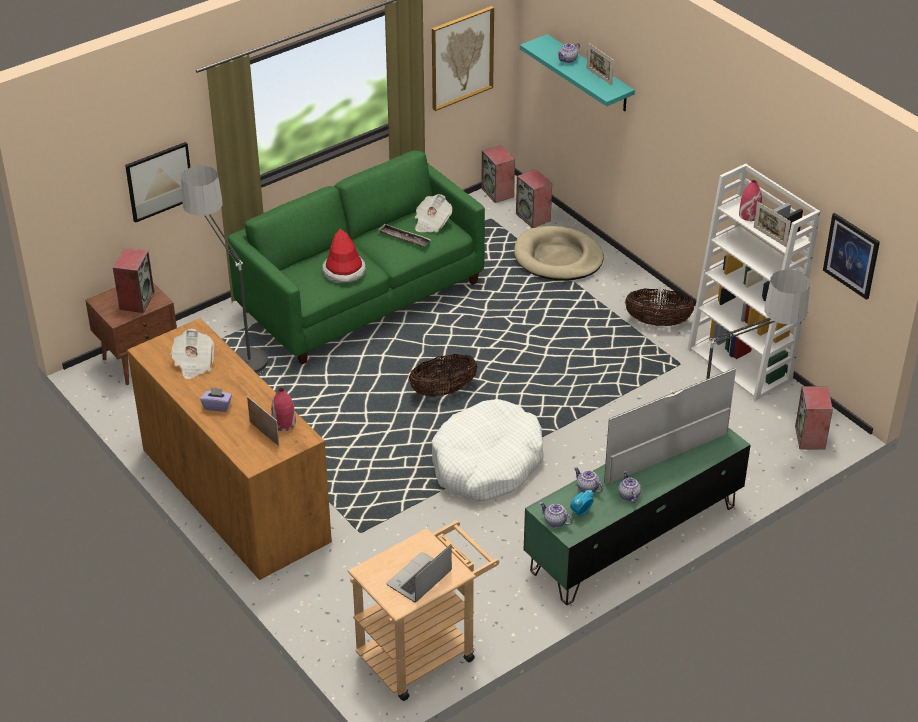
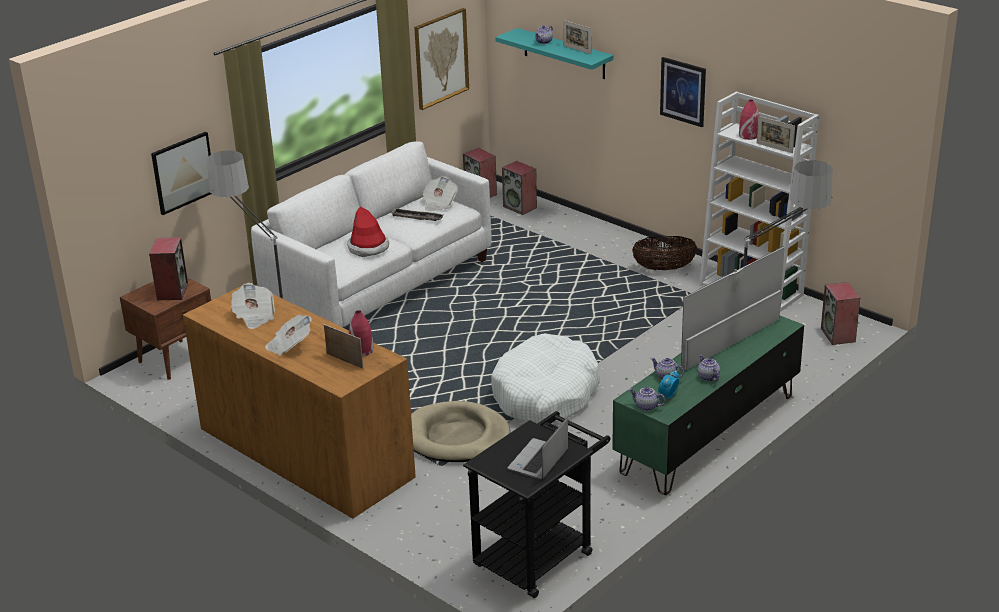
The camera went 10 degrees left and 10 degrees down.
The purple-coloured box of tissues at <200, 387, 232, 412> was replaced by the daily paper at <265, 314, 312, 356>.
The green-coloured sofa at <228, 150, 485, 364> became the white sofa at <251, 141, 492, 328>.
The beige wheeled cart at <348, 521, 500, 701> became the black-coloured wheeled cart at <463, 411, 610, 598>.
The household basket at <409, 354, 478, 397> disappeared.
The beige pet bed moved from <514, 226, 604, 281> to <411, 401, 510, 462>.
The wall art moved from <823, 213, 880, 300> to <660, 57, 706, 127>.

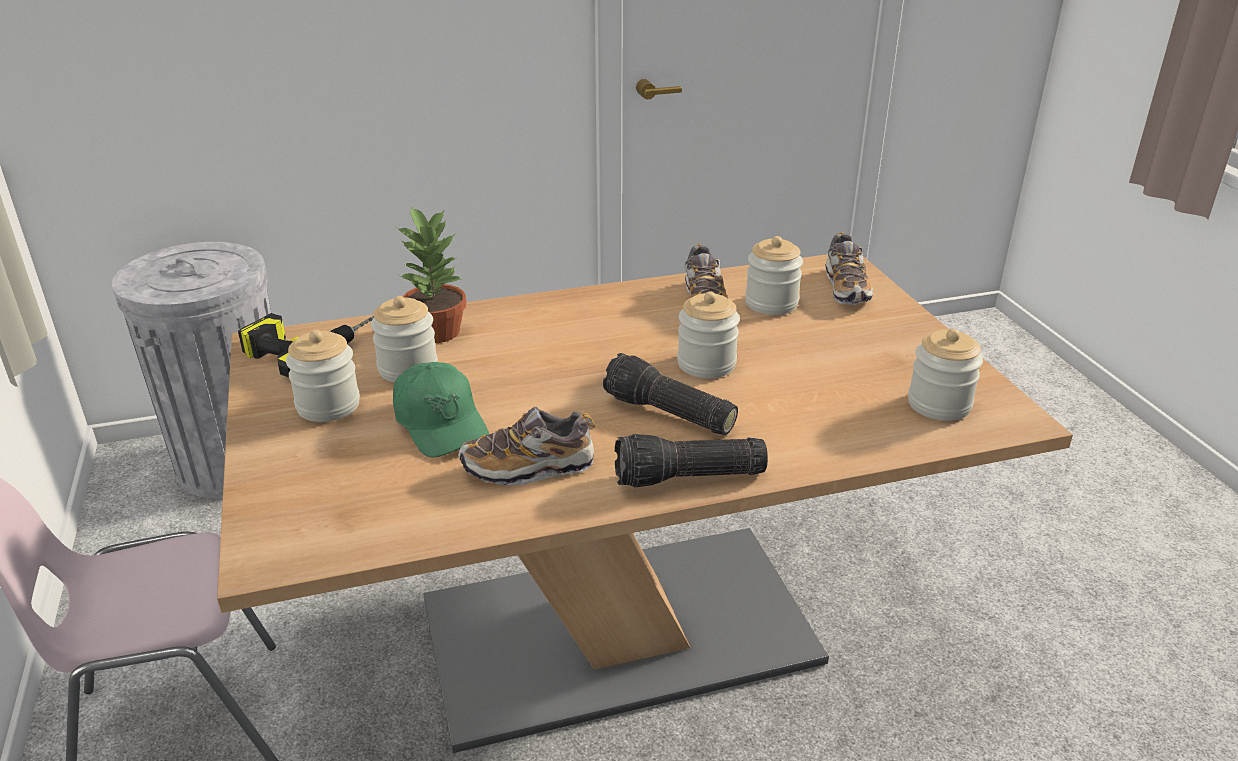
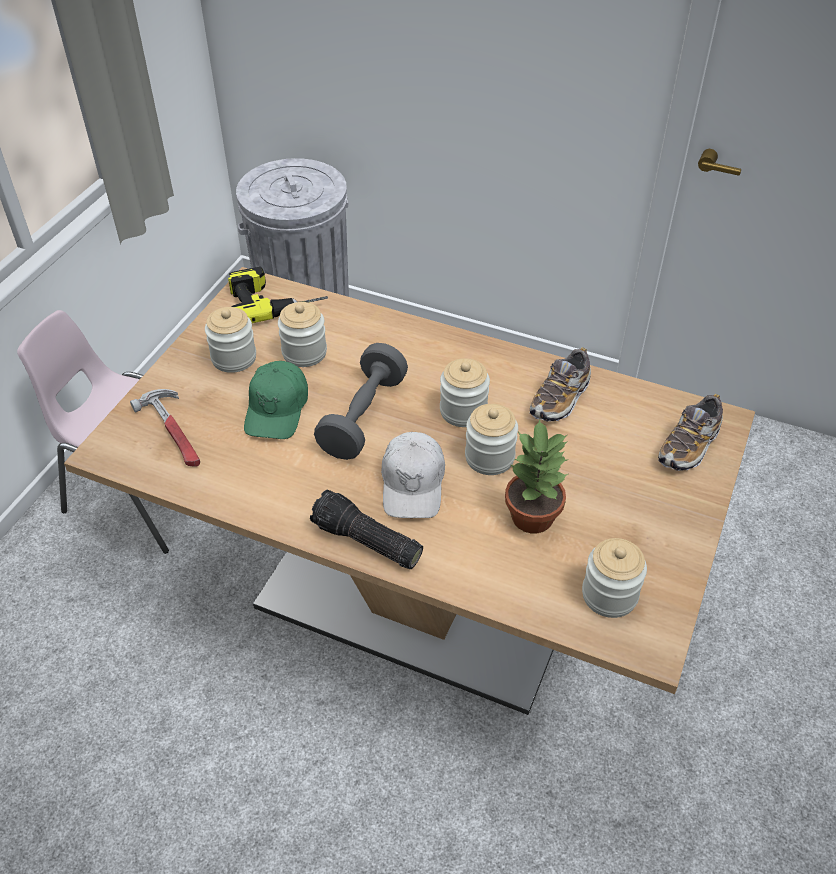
The camera went 40 degrees right and 15 degrees up.
The houseplant moved from <396, 206, 466, 343> to <505, 418, 568, 533>.
The item of footwear at <458, 407, 595, 486> disappeared.
The flashlight at <603, 353, 738, 435> was replaced by the white peaked cap at <381, 432, 445, 518>.
The storage jar moved from <745, 236, 803, 315> to <440, 358, 490, 427>.
The hand hammer at <130, 389, 200, 467> appeared.
The gray dumbbell at <314, 343, 408, 460> appeared.

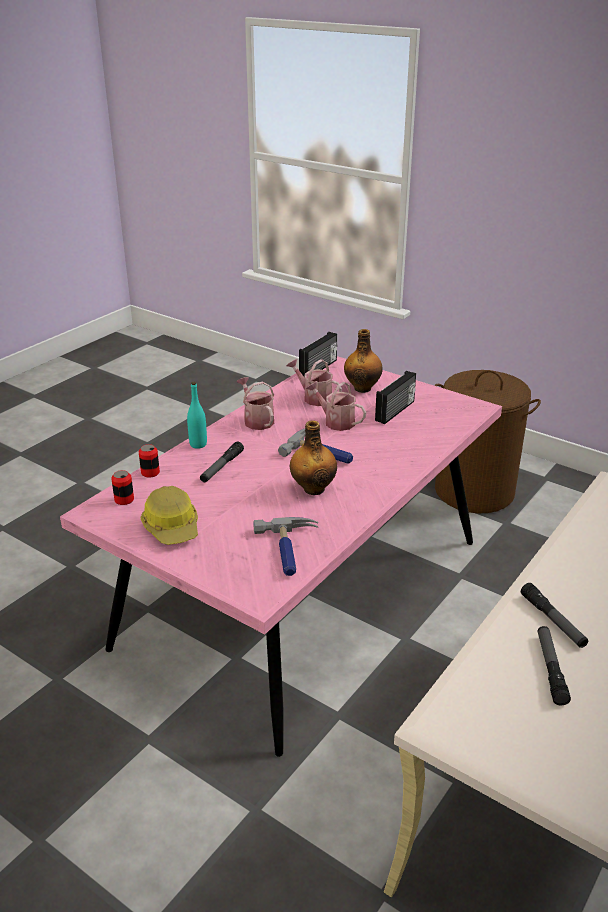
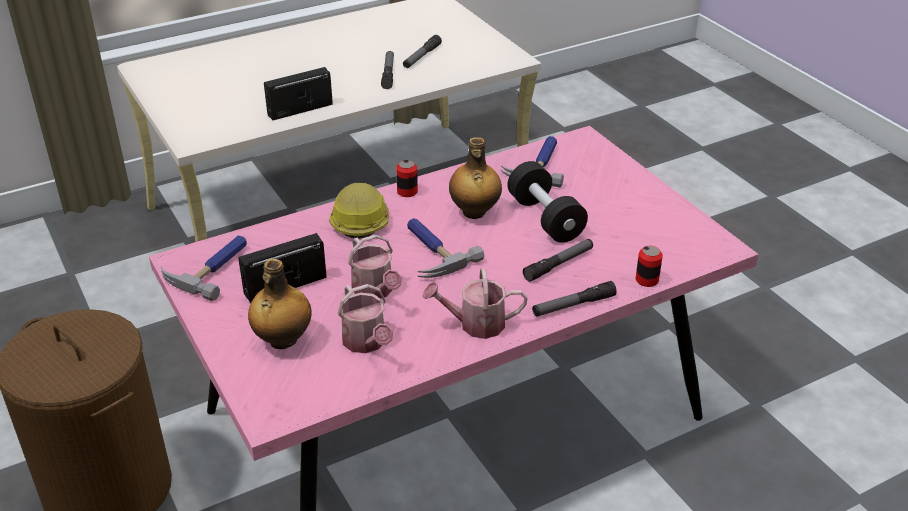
The camera went 155 degrees left and 5 degrees up.
The can moved from <111, 470, 134, 505> to <396, 160, 418, 197>.
The work helmet moved from <141, 486, 198, 545> to <329, 183, 389, 239>.
The turquoise-coloured beverage bottle at <187, 382, 207, 449> was replaced by the flashlight at <532, 281, 617, 317>.
The watering pot at <236, 377, 274, 430> turned 90 degrees clockwise.
The radio receiver moved from <299, 332, 337, 377> to <264, 67, 333, 120>.
The hand hammer at <161, 236, 247, 301> appeared.
The black-coloured dumbbell at <507, 161, 588, 243> appeared.

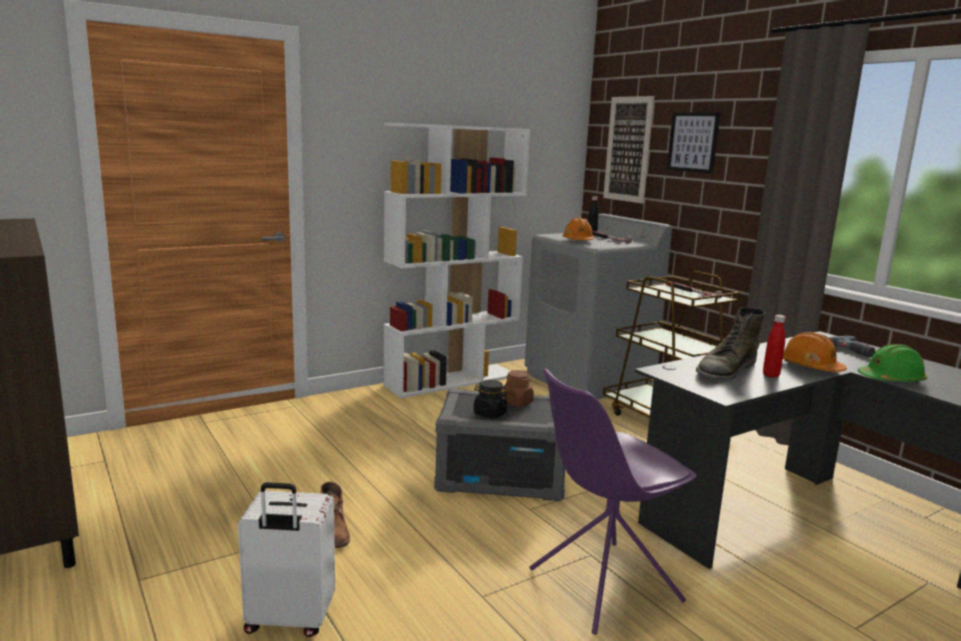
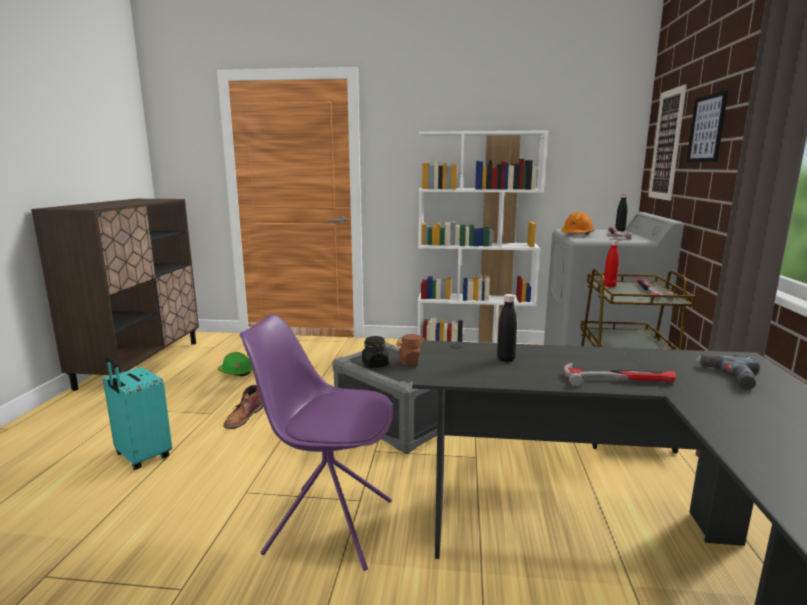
The camera went 40 degrees right and 0 degrees up.
The white piece of luggage at <238, 482, 335, 637> became the turquoise-coloured piece of luggage at <103, 357, 172, 470>.
The green-coloured boot at <696, 307, 765, 380> was replaced by the black-coloured beverage bottle at <497, 294, 517, 362>.
The red beverage bottle moved from <763, 315, 786, 378> to <604, 240, 619, 287>.
The orange work helmet at <783, 332, 847, 372> was replaced by the hand hammer at <564, 363, 676, 387>.
The green-coloured work helmet moved from <858, 344, 928, 383> to <218, 352, 253, 377>.

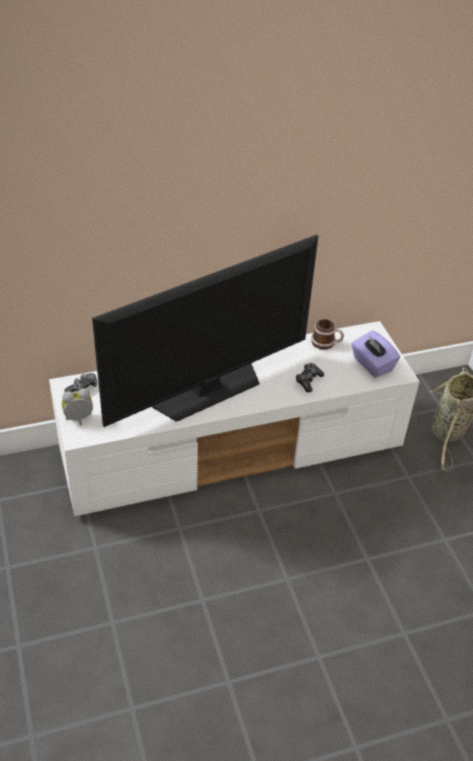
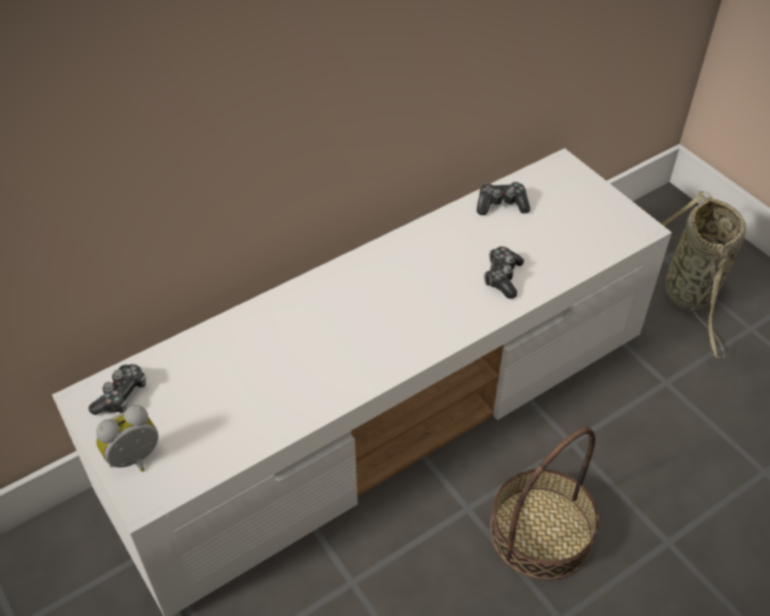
The camera went 15 degrees left and 5 degrees up.
The TV set at <92, 235, 318, 427> disappeared.
The tea mug at <311, 319, 344, 350> was replaced by the gamepad at <477, 182, 530, 215>.
The purple-coloured box of tissues at <351, 331, 400, 378> disappeared.
The household basket at <490, 427, 599, 580> appeared.

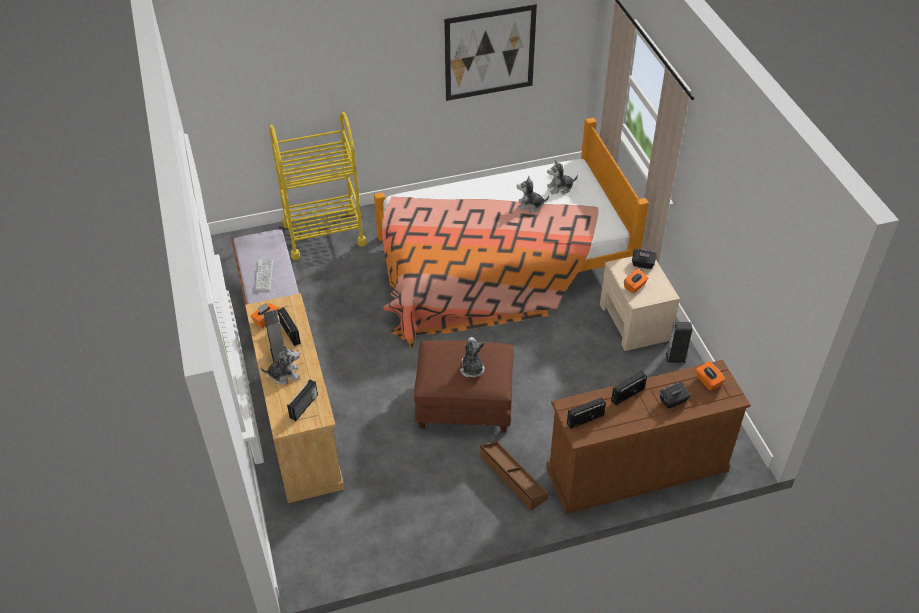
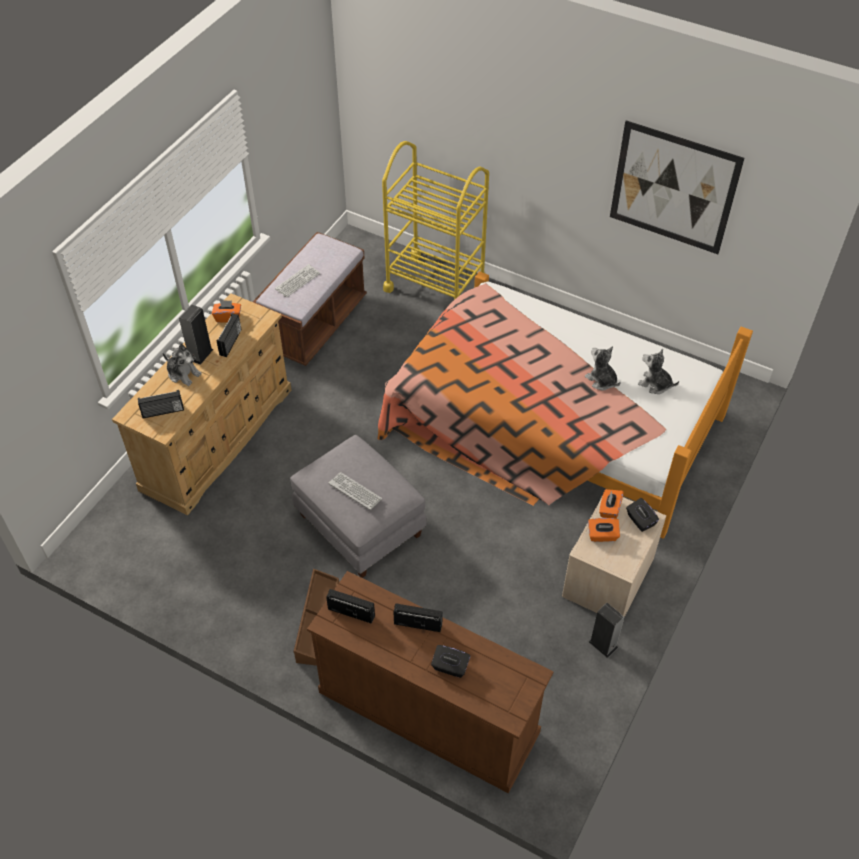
The camera went 45 degrees right and 5 degrees up.
The brown footrest at <414, 340, 513, 433> became the gray footrest at <290, 435, 427, 578>.
The cuddly toy at <460, 337, 485, 378> was replaced by the computer keyboard at <329, 472, 382, 510>.
The orange box of tissues moved from <696, 361, 725, 391> to <599, 489, 623, 519>.

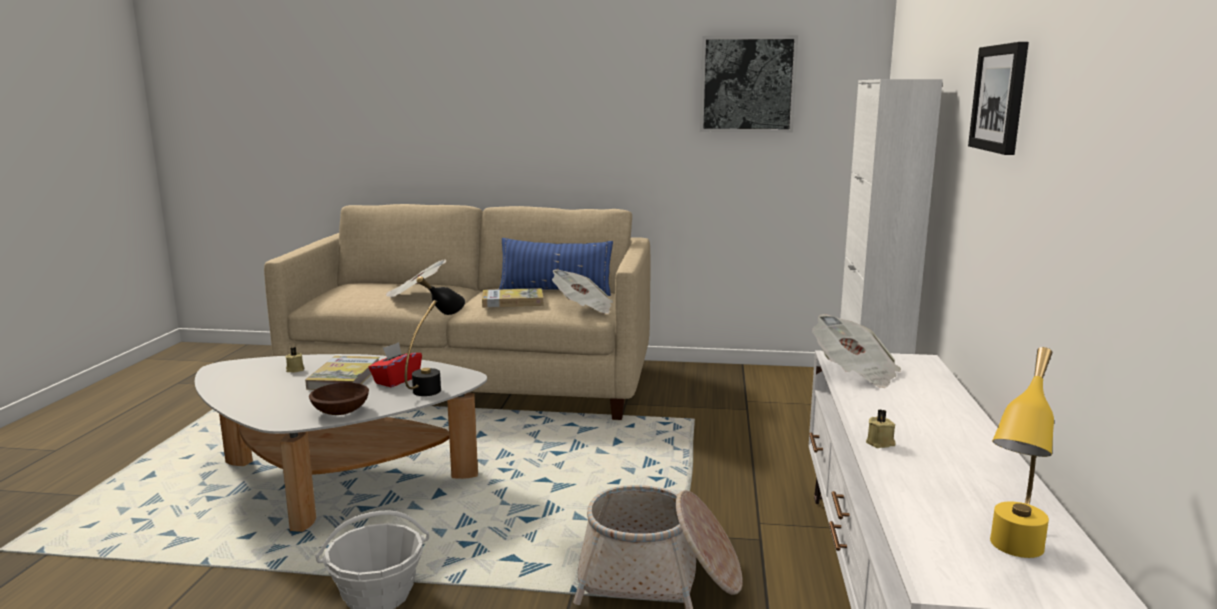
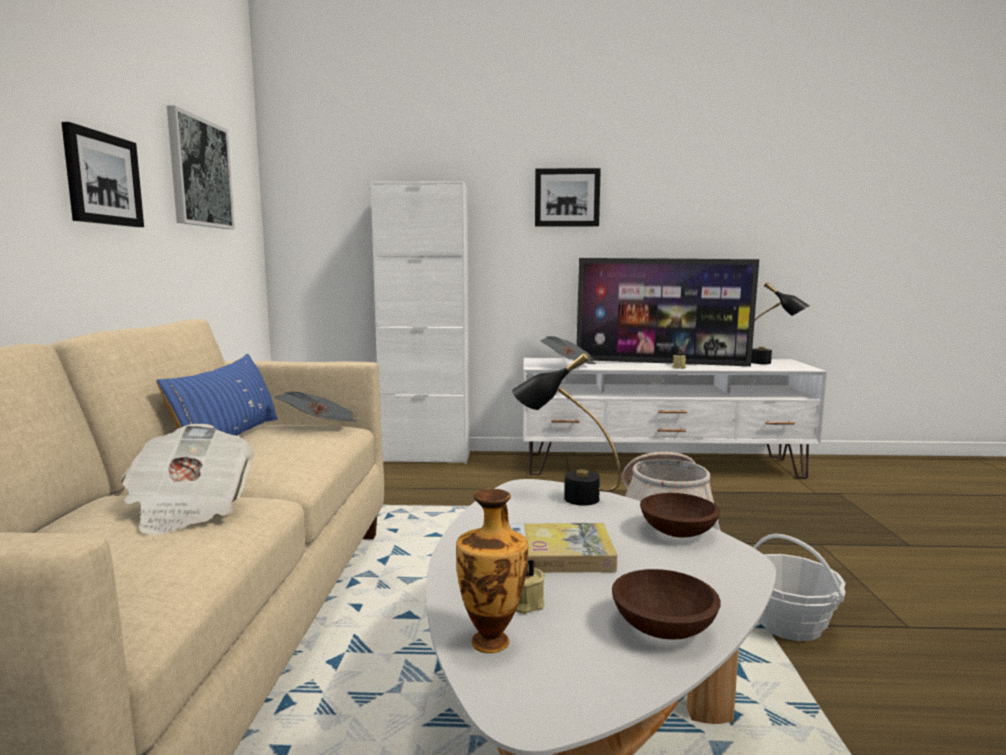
The camera went 95 degrees left and 5 degrees down.
The red box of tissues at <368, 342, 422, 387> disappeared.
The volume at <482, 288, 543, 308> disappeared.
The yellowish lamp for a table at <990, 347, 1054, 558> became the black-coloured lamp for a table at <751, 282, 809, 364>.
The wall art at <61, 122, 144, 227> appeared.
The decorative vase at <456, 489, 528, 653> appeared.
The TV set at <576, 258, 759, 366> appeared.
The brown serving bowl at <612, 569, 721, 640> appeared.

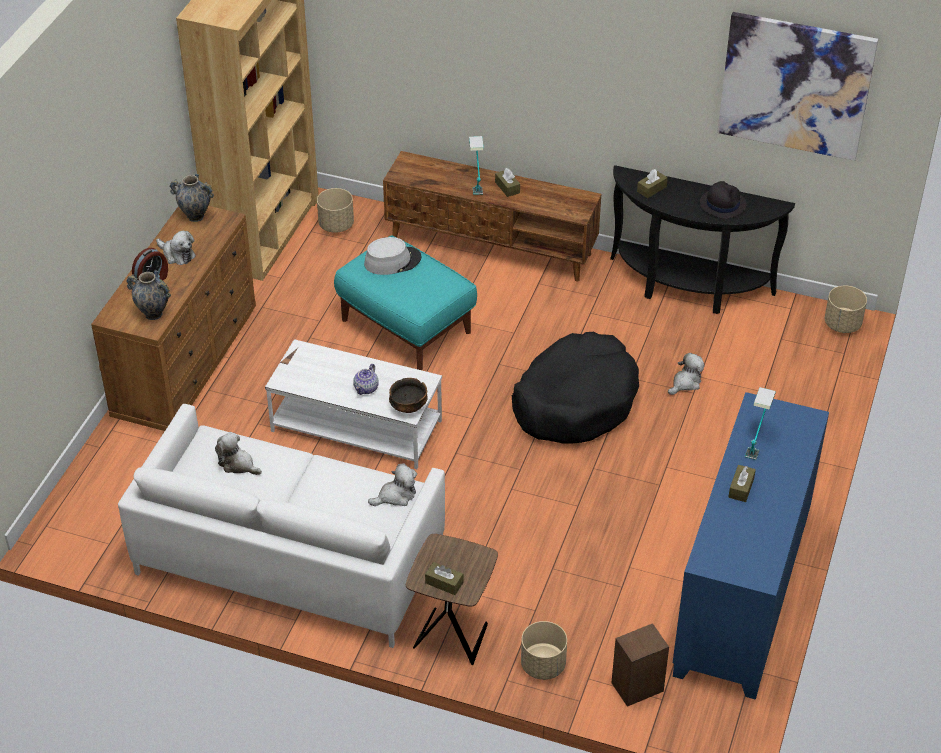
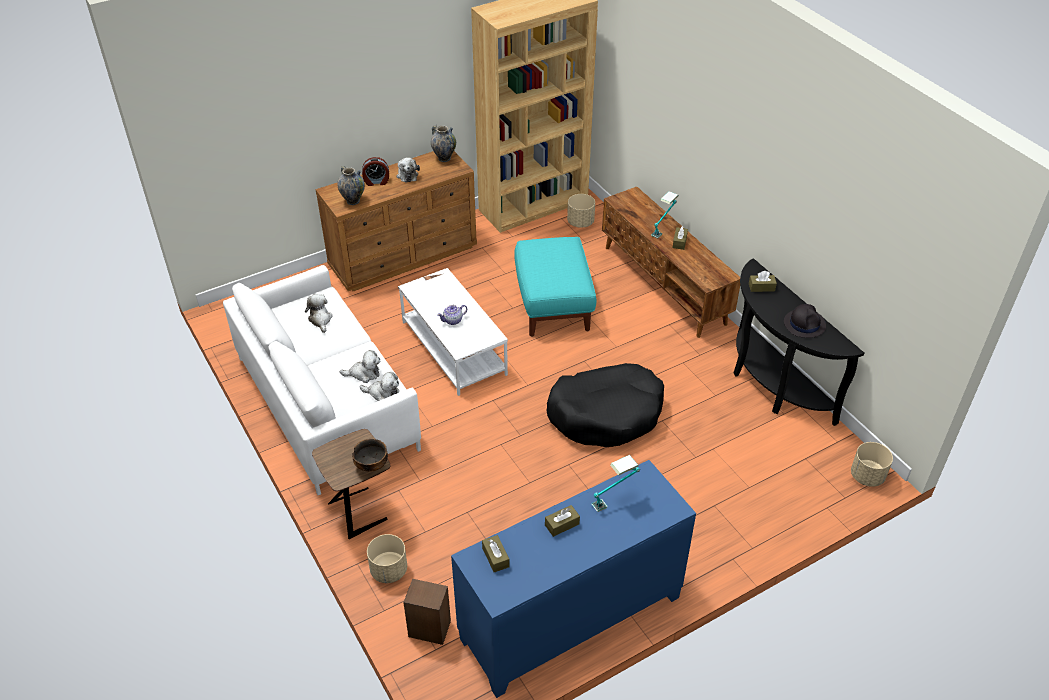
The camera went 40 degrees right and 0 degrees up.
The gray clothing hat at <364, 237, 421, 275> disappeared.
The serving bowl moved from <389, 378, 428, 413> to <352, 439, 388, 472>.
The brown box of tissues moved from <425, 562, 463, 595> to <482, 535, 510, 572>.
The cuddly toy moved from <668, 353, 705, 395> to <340, 350, 380, 383>.
The wall art at <717, 12, 878, 161> disappeared.

